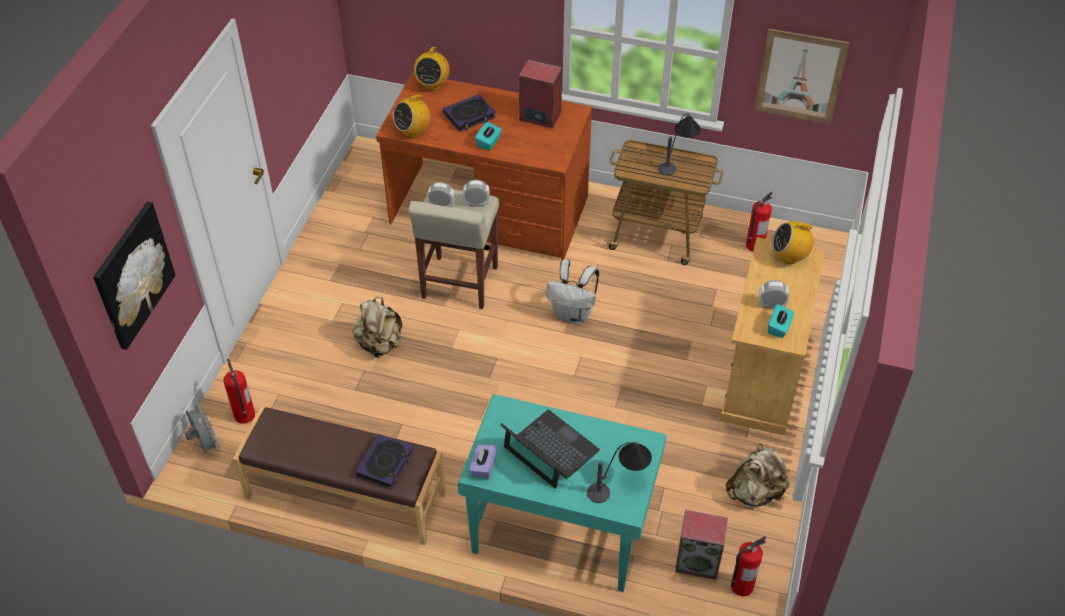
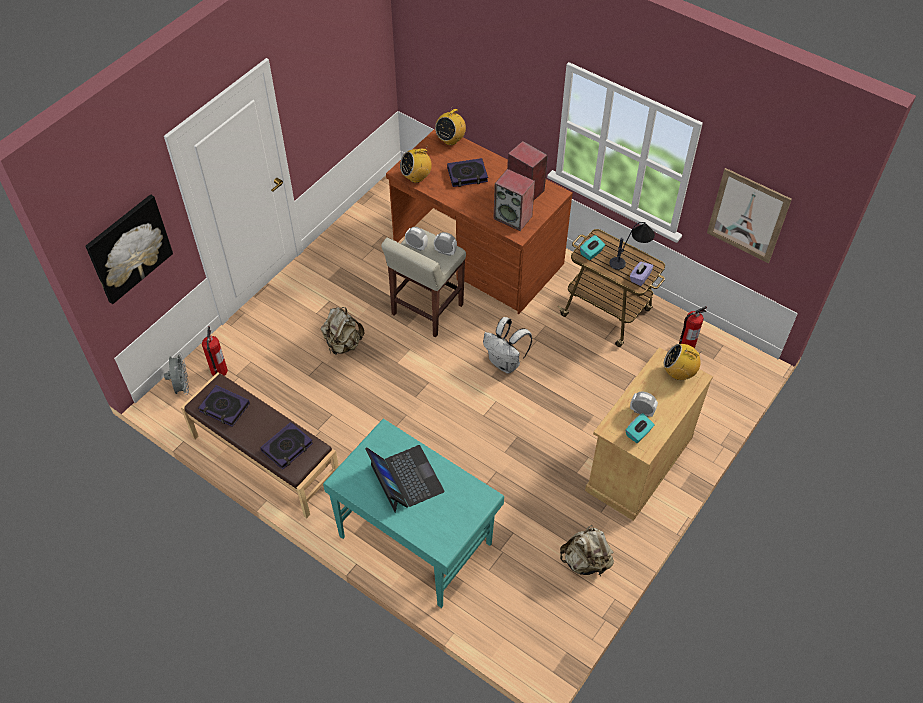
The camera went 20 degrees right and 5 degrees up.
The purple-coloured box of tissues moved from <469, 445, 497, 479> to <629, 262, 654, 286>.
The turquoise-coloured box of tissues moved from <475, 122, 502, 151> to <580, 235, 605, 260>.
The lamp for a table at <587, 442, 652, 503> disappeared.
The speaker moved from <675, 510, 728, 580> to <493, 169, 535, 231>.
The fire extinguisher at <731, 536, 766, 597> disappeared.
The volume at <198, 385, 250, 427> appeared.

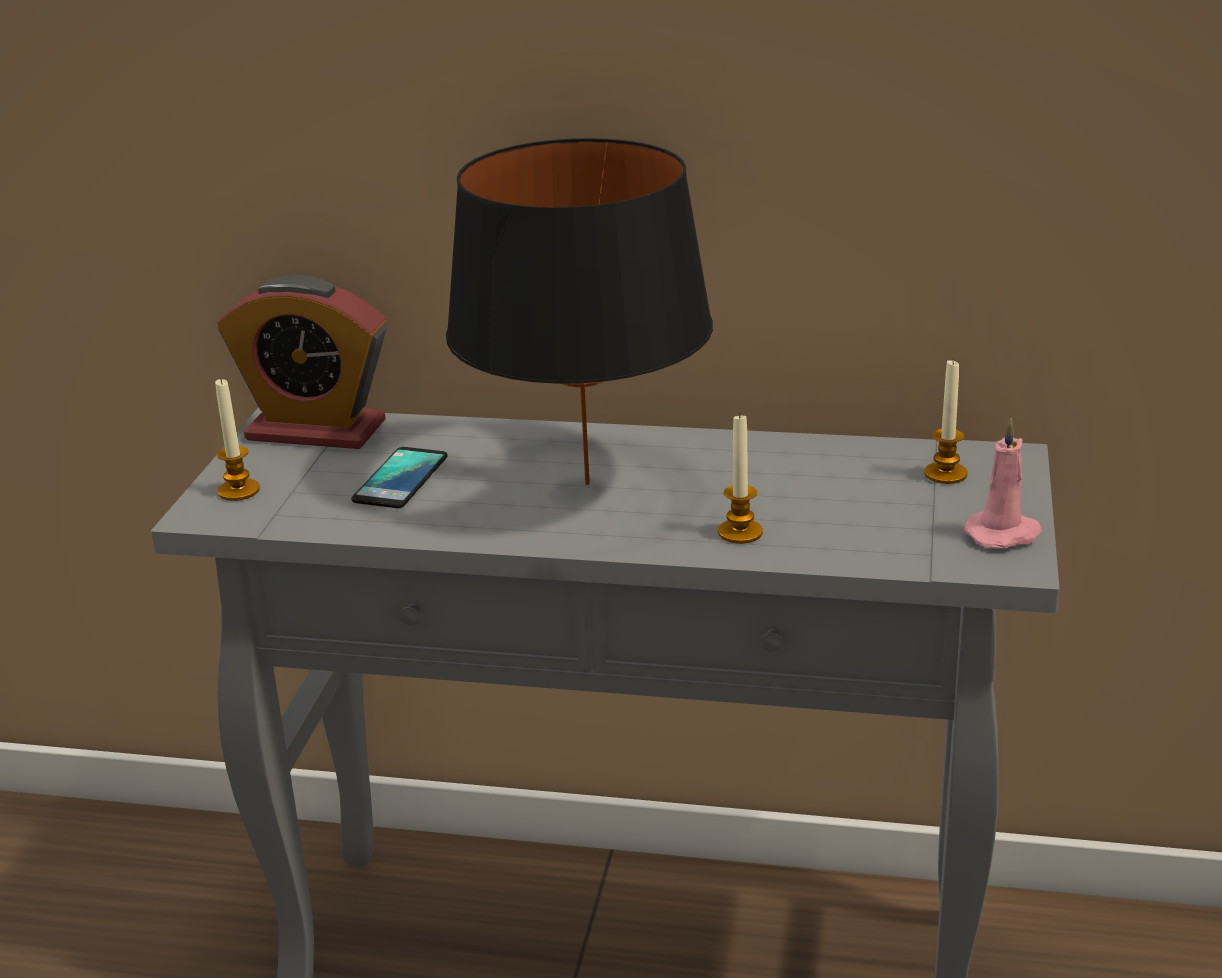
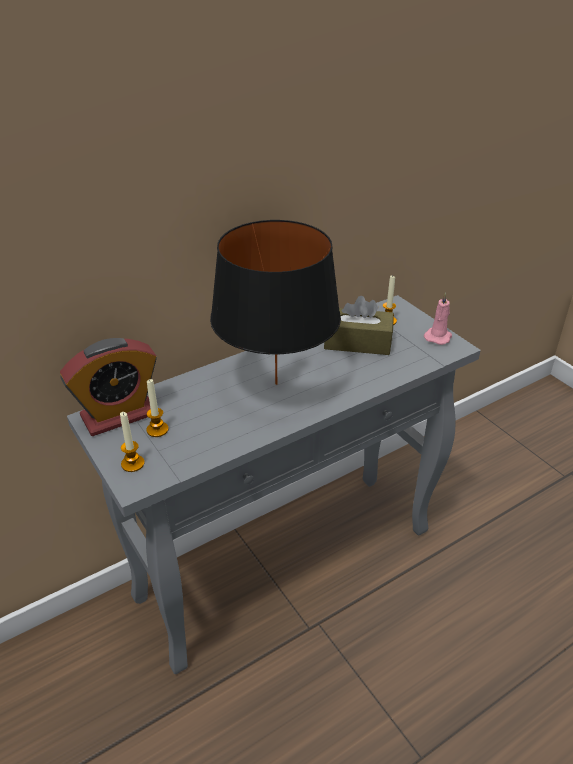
The camera went 45 degrees left and 10 degrees up.
The phone at <351, 447, 448, 508> disappeared.
The candle moved from <718, 413, 763, 544> to <146, 379, 169, 437>.
The brown box of tissues at <324, 296, 394, 355> appeared.

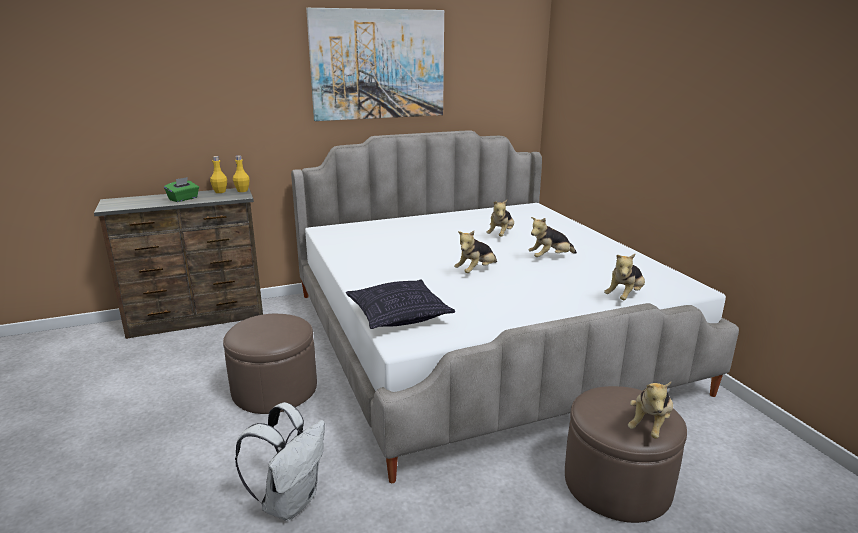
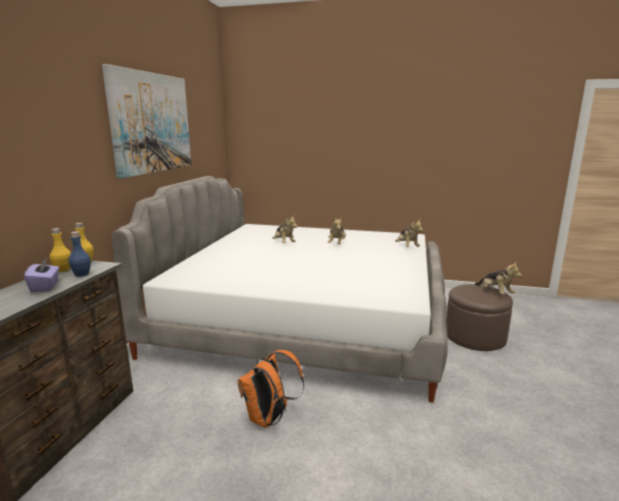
The camera went 55 degrees left and 5 degrees down.
The green-coloured box of tissues at <164, 177, 199, 202> became the purple-coloured box of tissues at <24, 258, 59, 292>.
The brown footrest at <223, 314, 317, 414> was replaced by the orange backpack at <237, 350, 304, 428>.
The white backpack at <235, 402, 325, 521> disappeared.
The cushion at <346, 280, 455, 329> disappeared.
The cuddly toy at <454, 231, 497, 273> disappeared.
The blue beverage bottle at <69, 231, 91, 277> appeared.

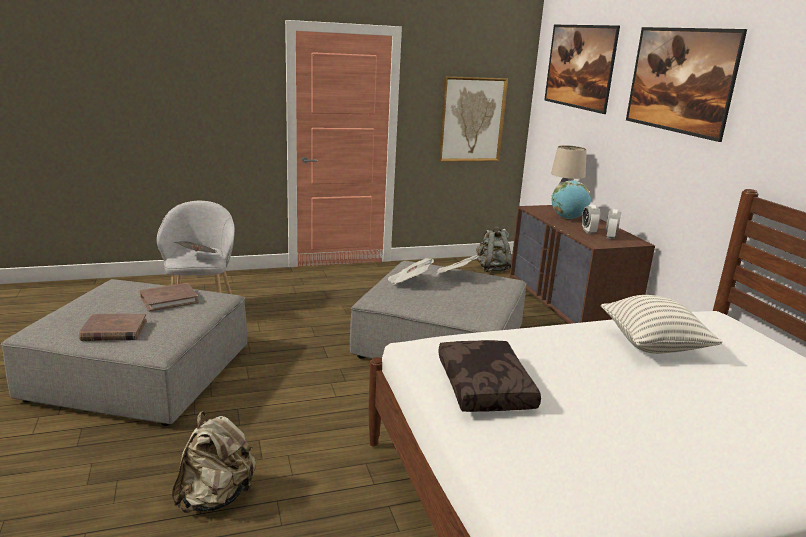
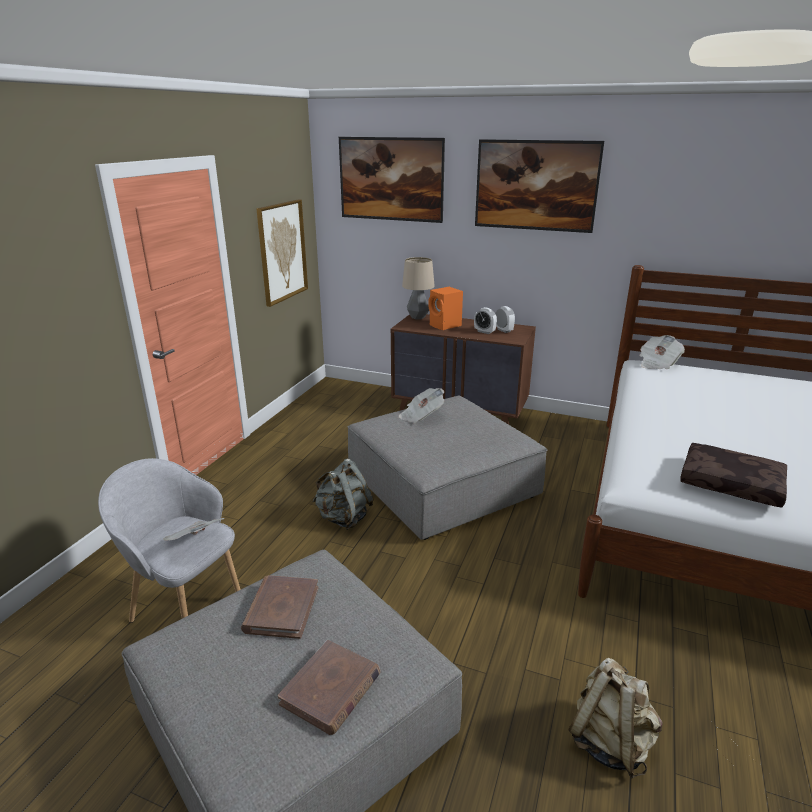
The camera went 50 degrees left and 5 degrees up.
The daily paper moved from <388, 258, 434, 285> to <639, 335, 685, 369>.
The gray backpack moved from <476, 226, 512, 272> to <312, 459, 374, 530>.
The globe at <552, 180, 591, 219> was replaced by the orange speaker at <428, 287, 463, 330>.
The cushion at <601, 295, 723, 354> disappeared.

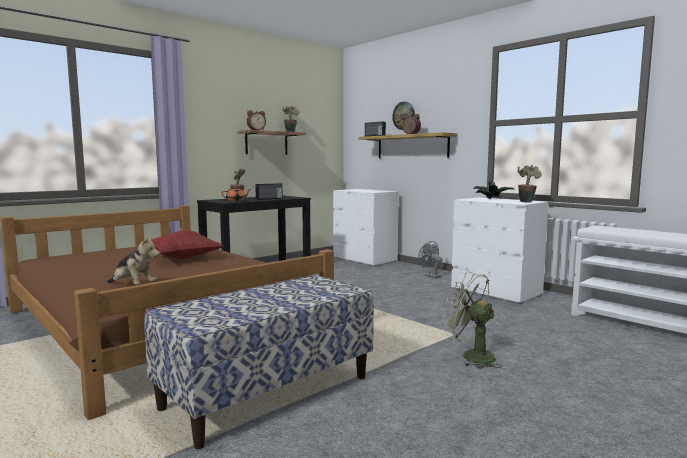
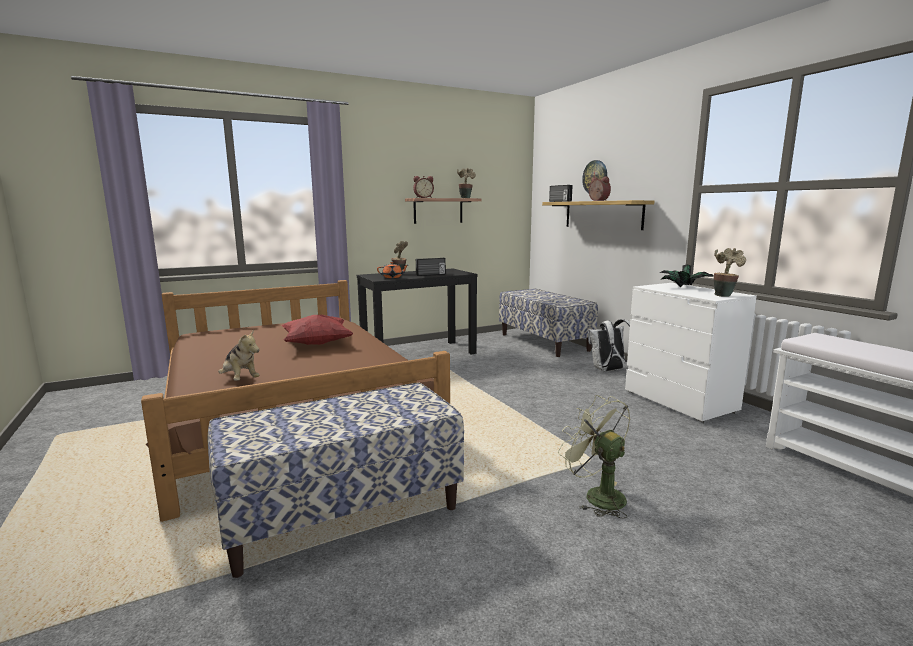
The camera went 15 degrees right and 5 degrees up.
The white drawer chest at <333, 189, 399, 267> was replaced by the bench at <499, 289, 598, 357>.
The gray fan at <418, 241, 442, 278> was replaced by the white backpack at <588, 319, 630, 372>.

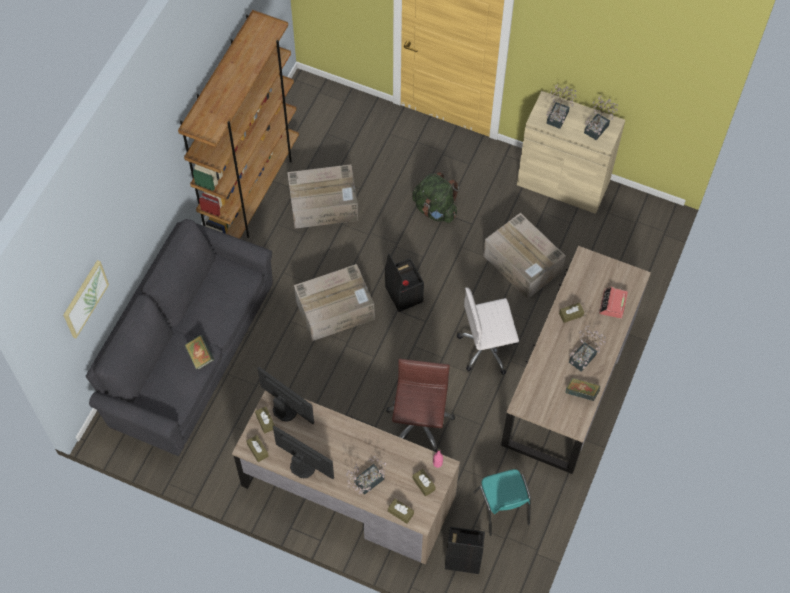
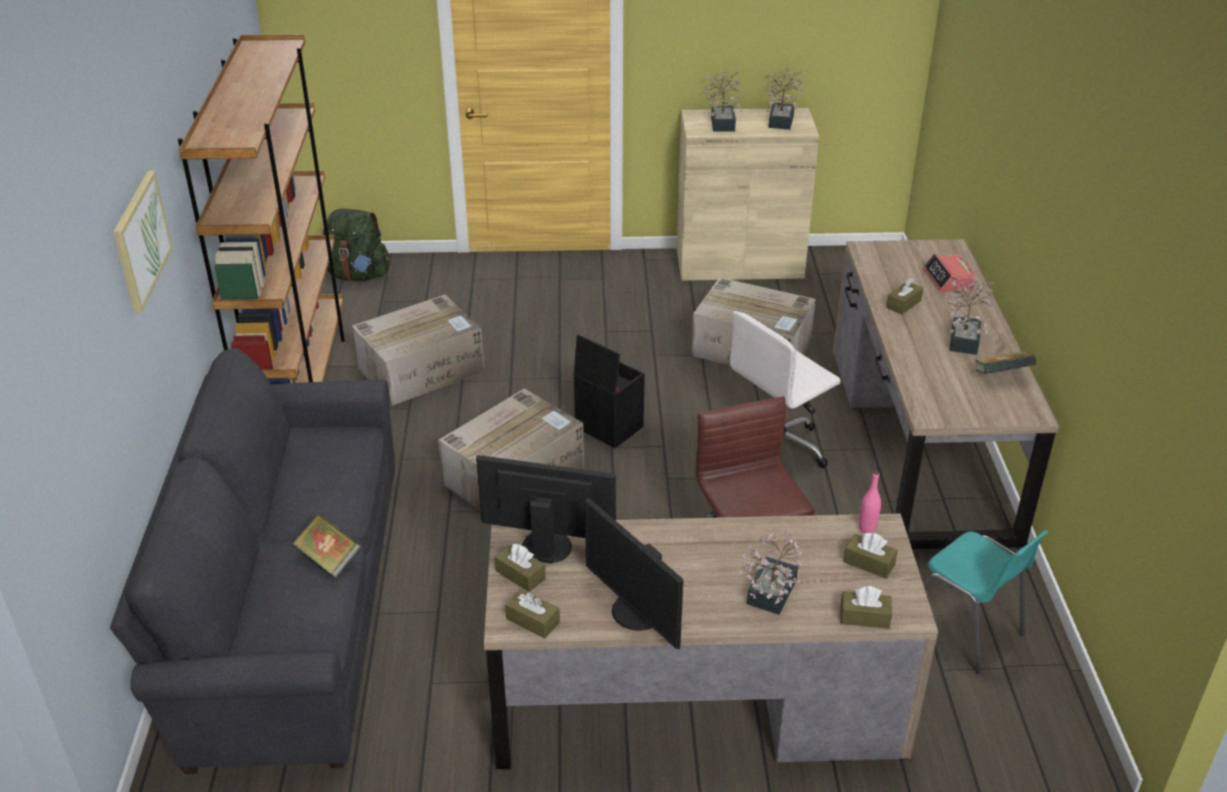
The camera went 25 degrees left and 25 degrees down.
The wall art moved from <63, 260, 109, 338> to <113, 171, 173, 313>.
The computer screen at <273, 426, 334, 479> turned 135 degrees counterclockwise.
The green-coloured backpack moved from <412, 172, 459, 223> to <323, 209, 390, 281>.
The black-coloured storage bin at <445, 527, 485, 574> disappeared.

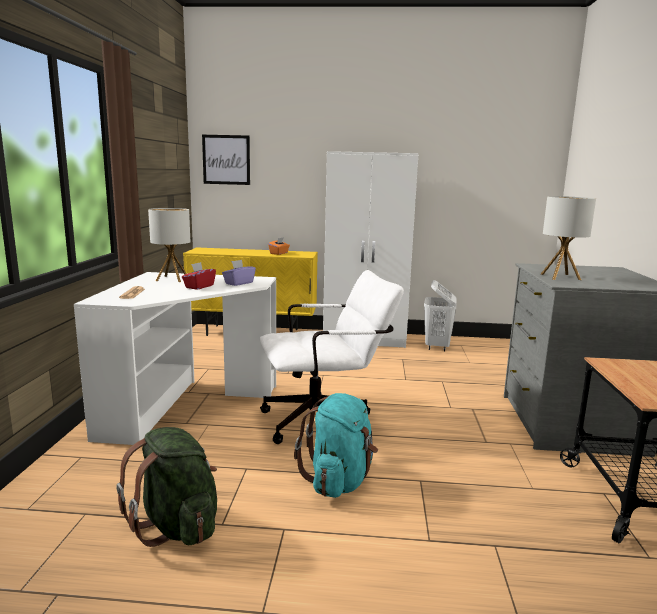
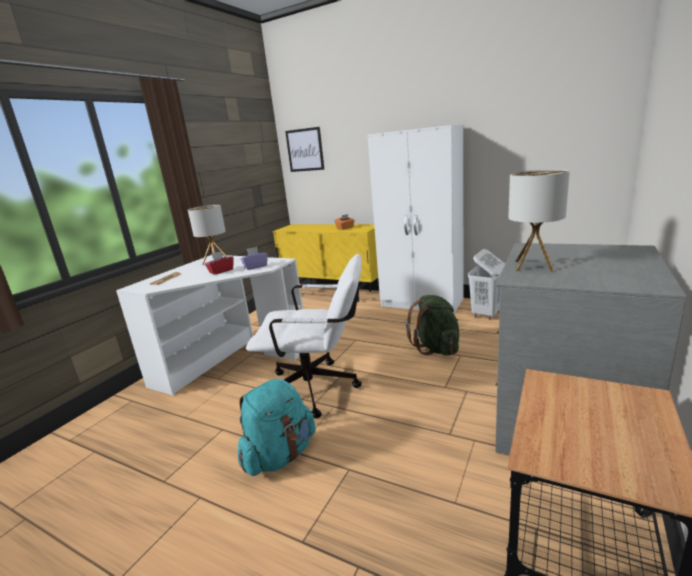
The camera went 25 degrees right and 5 degrees up.
The green-coloured backpack moved from <117, 427, 217, 547> to <406, 295, 459, 355>.

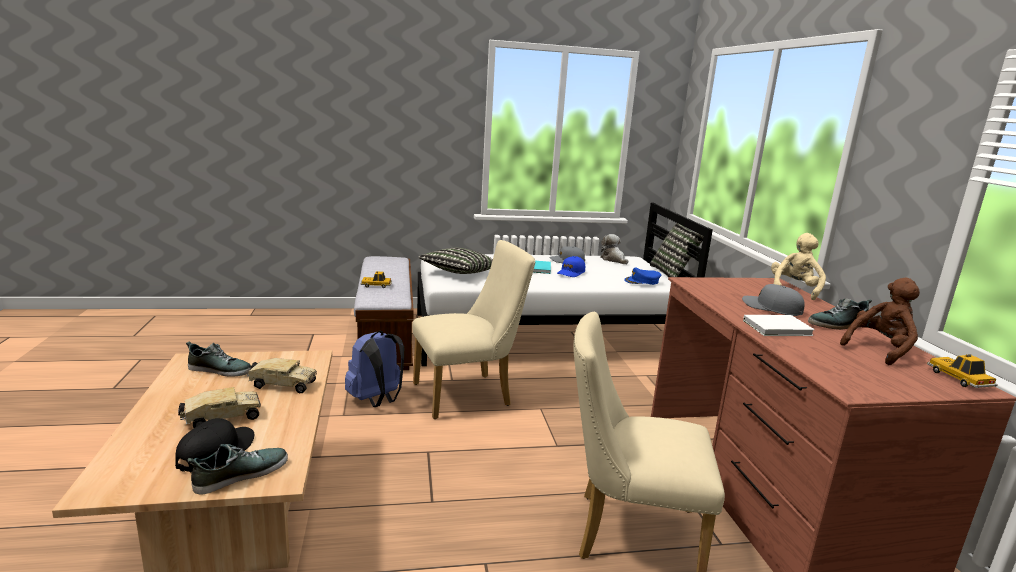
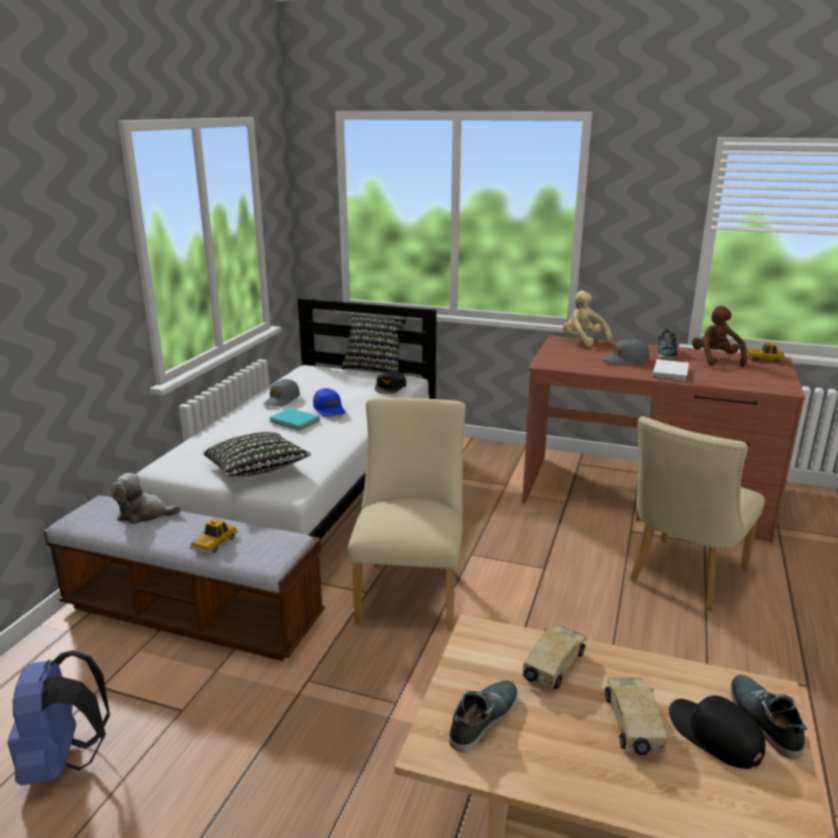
The camera went 60 degrees left and 5 degrees up.
The blue backpack moved from <345, 331, 404, 407> to <8, 650, 110, 786>.
The cuddly toy moved from <600, 234, 628, 265> to <111, 473, 182, 524>.
The blue peaked cap at <624, 268, 661, 285> became the black-coloured peaked cap at <375, 371, 406, 394>.

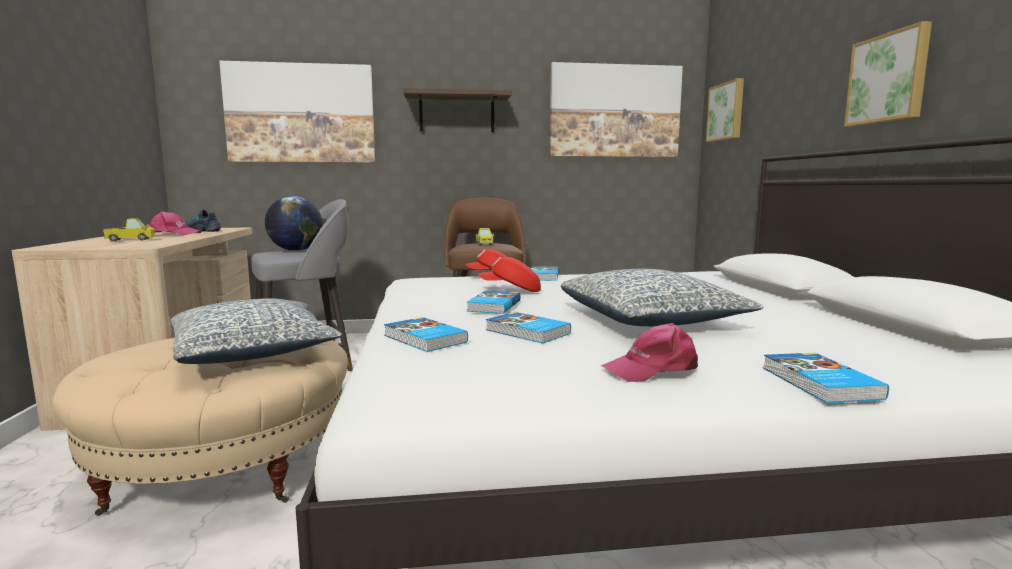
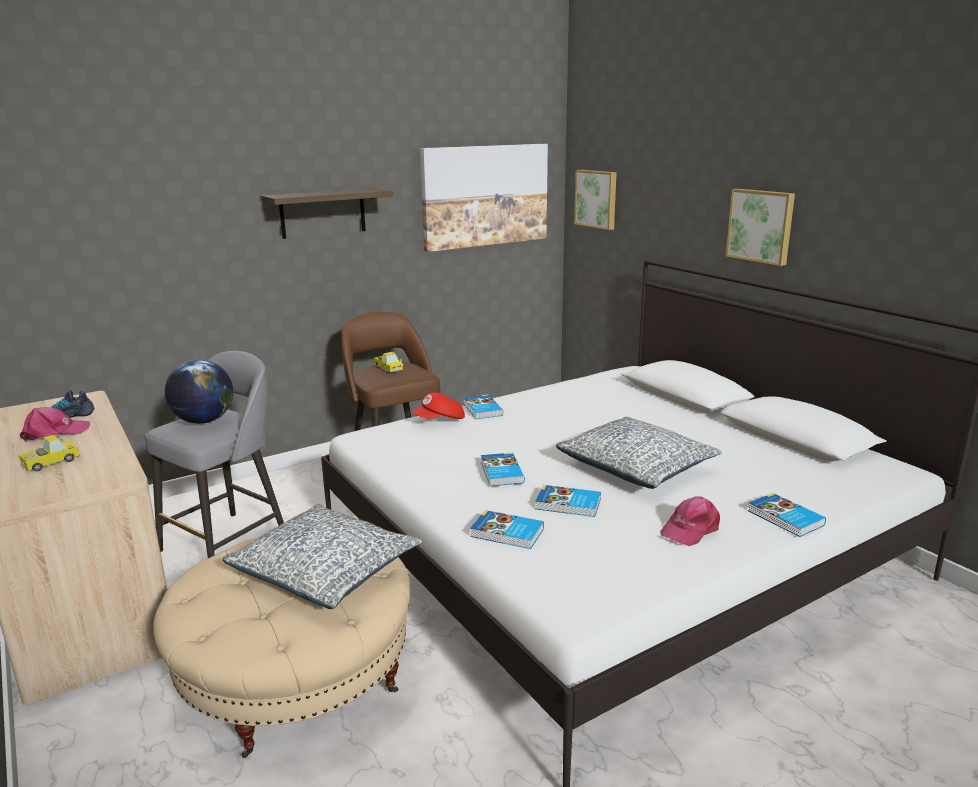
The camera went 25 degrees left and 10 degrees up.
The wall art at <219, 61, 375, 163> disappeared.
The red peaked cap at <478, 257, 541, 292> disappeared.

